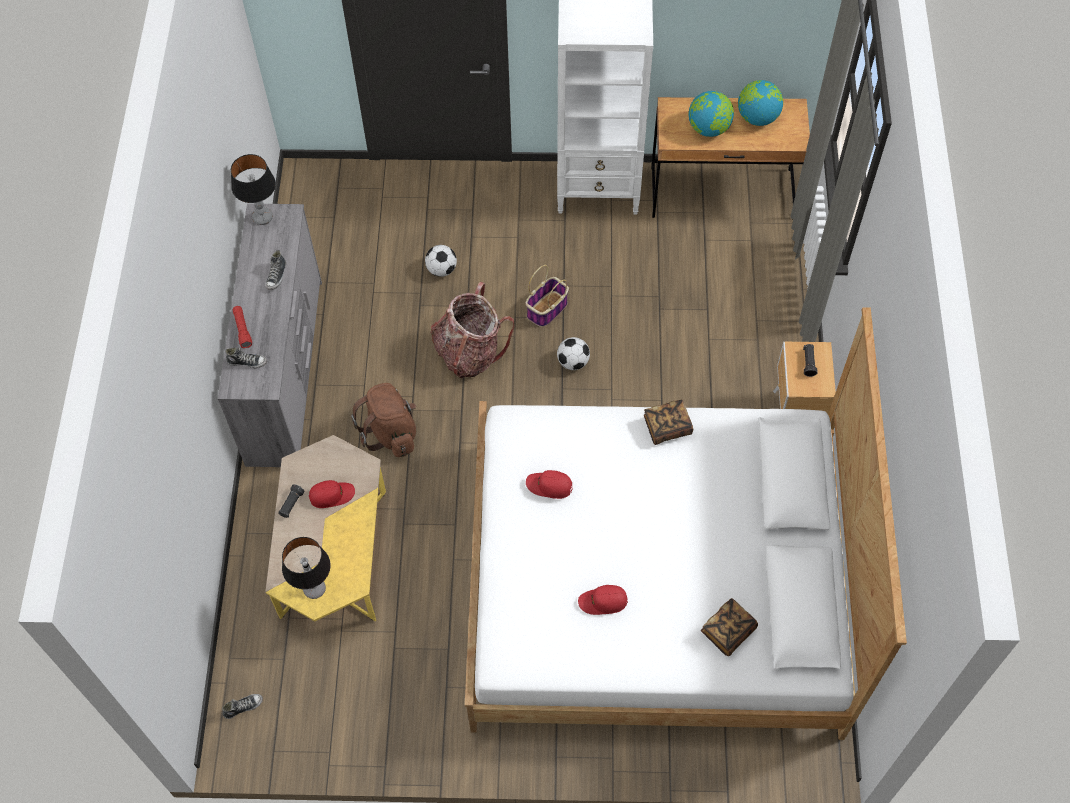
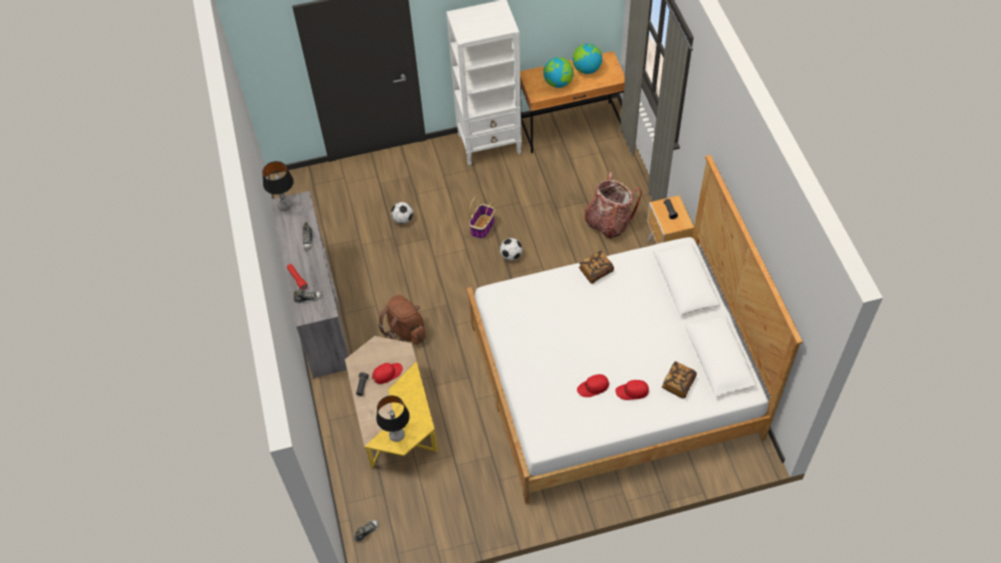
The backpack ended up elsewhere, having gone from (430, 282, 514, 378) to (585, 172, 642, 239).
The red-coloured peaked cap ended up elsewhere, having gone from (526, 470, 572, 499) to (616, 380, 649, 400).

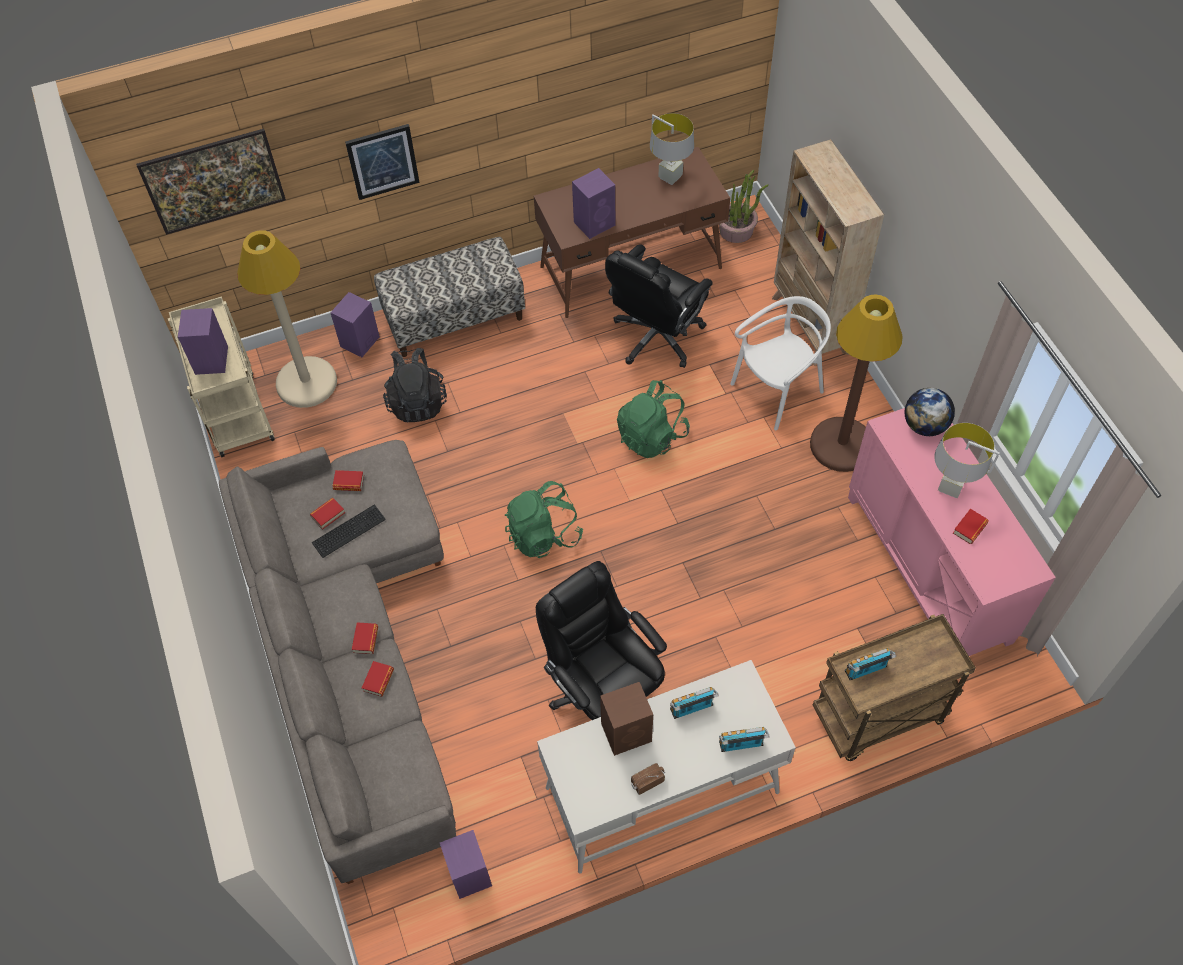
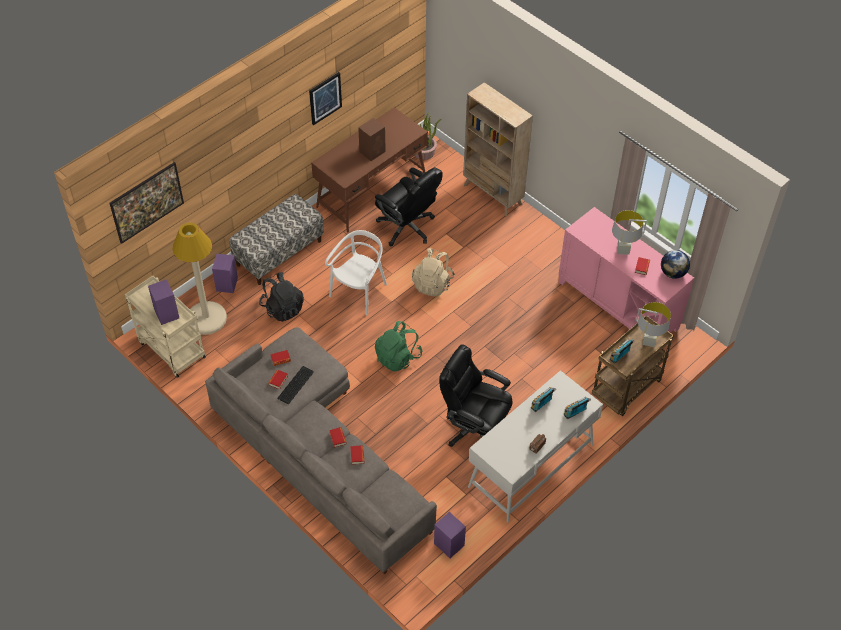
The second view lost the purple-coloured speaker at (572, 168, 615, 239).
The second view lost the brown-coloured floor lamp at (810, 294, 903, 472).
The wall art ended up elsewhere, having gone from (345, 124, 420, 200) to (309, 72, 342, 125).
The brown-coloured speaker ended up elsewhere, having gone from (600, 682, 653, 756) to (358, 118, 386, 161).
The greyish table lamp ended up elsewhere, having gone from (650, 113, 694, 185) to (636, 302, 671, 347).
The white-coloured upright chair ended up elsewhere, having gone from (730, 296, 831, 430) to (325, 230, 387, 316).
The globe ended up elsewhere, having gone from (905, 388, 955, 436) to (661, 250, 690, 279).
What was the green backpack at (617, 380, 690, 458) turned into the beige-coloured backpack at (412, 248, 455, 297).
The blackish computer chair at (605, 244, 713, 368) ended up facing another way, 60 degrees counterclockwise from before.

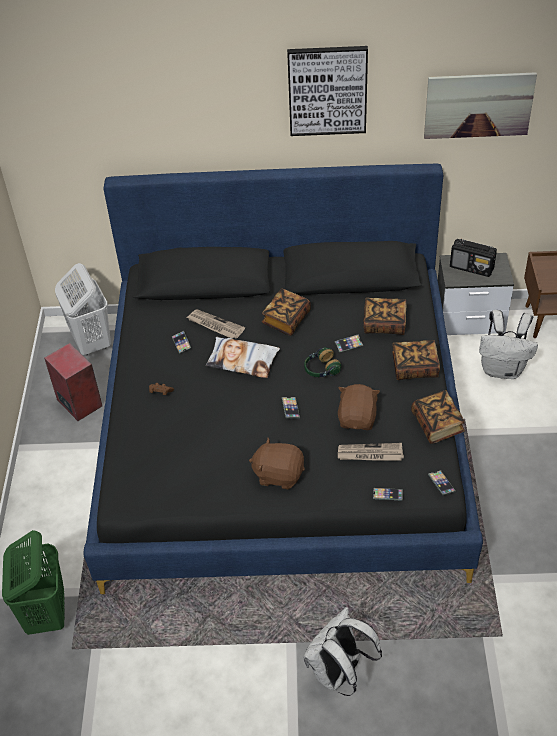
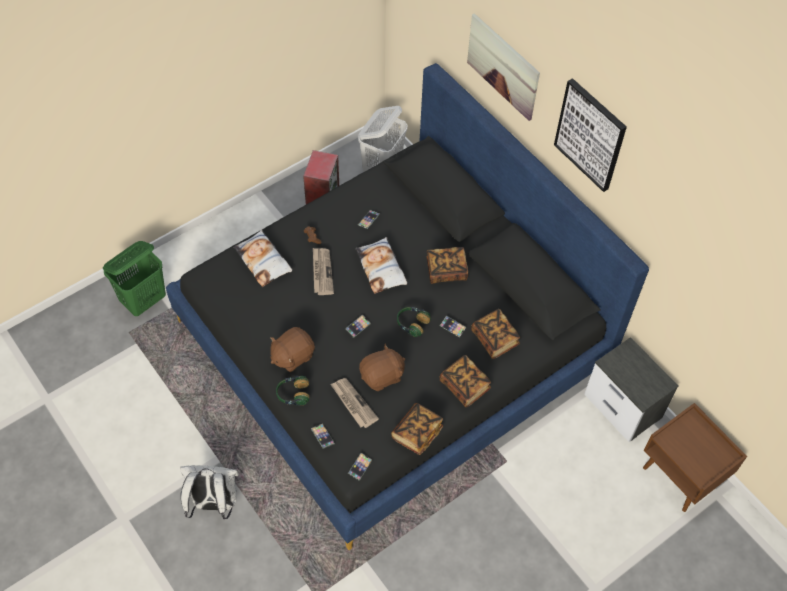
The second view lost the radio at (450, 239, 497, 277).
The second view lost the white-coloured backpack at (479, 310, 538, 379).
The second view gained the throw pillow at (234, 230, 292, 287).
The second view gained the headphones at (276, 376, 309, 406).
The printed paper ended up elsewhere, having gone from (187, 309, 245, 339) to (313, 248, 334, 295).
The wall art ended up elsewhere, having gone from (424, 72, 537, 139) to (467, 13, 540, 121).
The brown-coloured plush toy at (249, 438, 305, 489) ended up facing another way, 105 degrees counterclockwise from before.

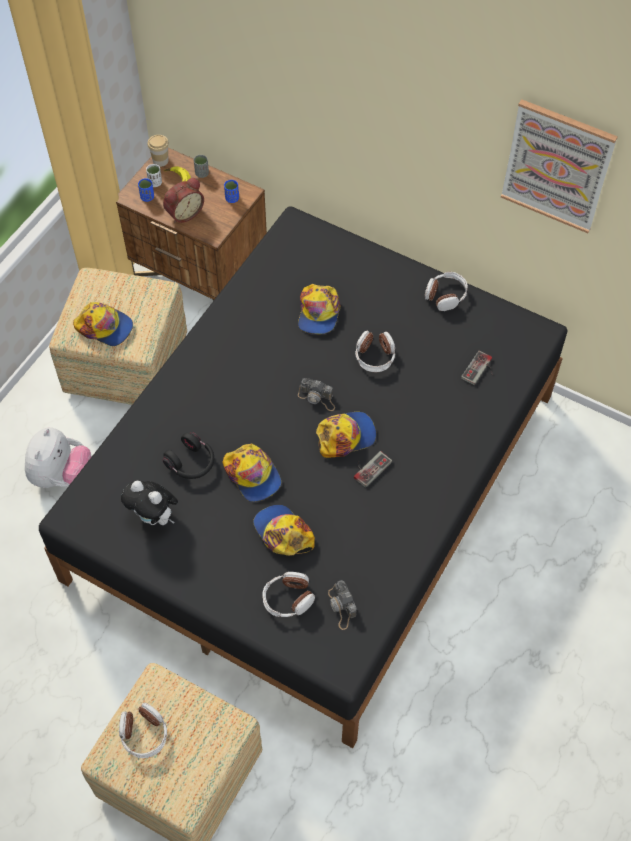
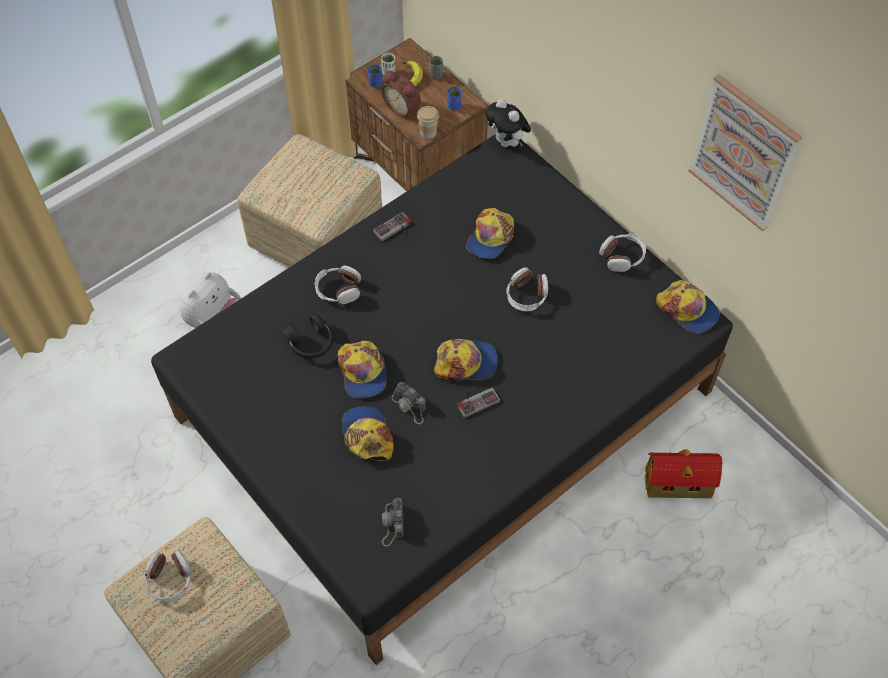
The second view gained the toy house at (645, 449, 723, 498).
The peaked cap ended up elsewhere, having gone from (73, 302, 133, 346) to (656, 280, 720, 334).
The plush toy ended up elsewhere, having gone from (121, 481, 178, 525) to (485, 99, 531, 147).
The small cup ended up elsewhere, having gone from (147, 135, 169, 167) to (417, 106, 439, 139).
The headphones ended up elsewhere, having gone from (262, 572, 315, 617) to (315, 266, 361, 304).
The photo camera ended up elsewhere, having gone from (298, 378, 335, 411) to (391, 382, 426, 424).
The game controller ended up elsewhere, having gone from (461, 350, 493, 385) to (373, 212, 411, 241).
The table clock at (163, 178, 204, 223) ended up facing another way, 60 degrees clockwise from before.

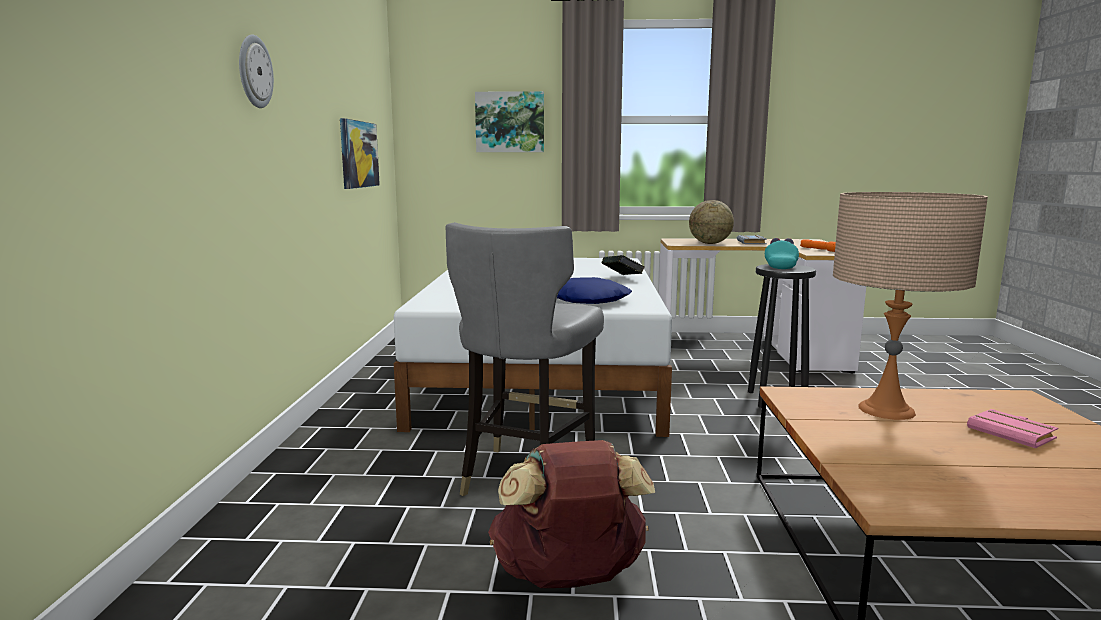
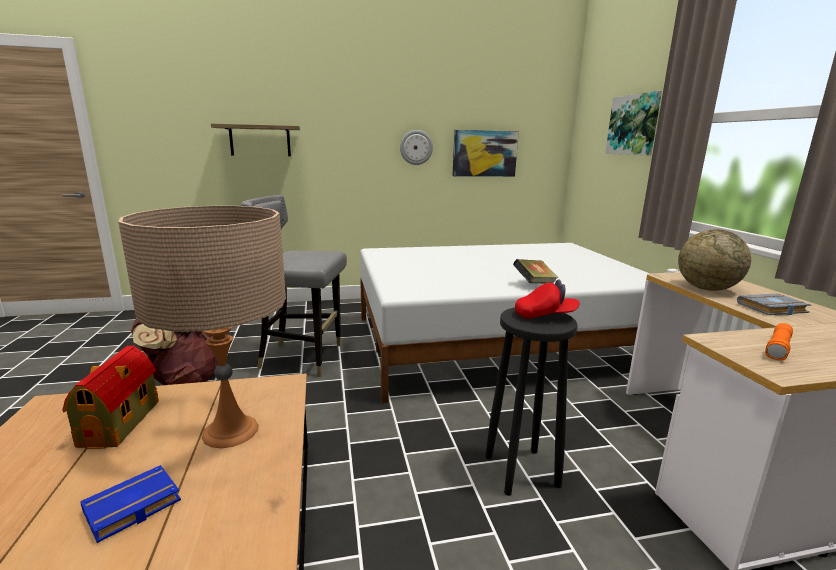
The second view lost the blue-coloured throw pillow at (557, 277, 632, 304).
The second view gained the toy house at (62, 346, 159, 449).
The second view gained the wall shelf at (211, 123, 300, 156).
The clock on the wall ended up elsewhere, having gone from (239, 35, 274, 108) to (400, 130, 433, 165).
What was the turquoise peaked cap at (765, 238, 799, 269) turned into the red-coloured peaked cap at (515, 279, 580, 319).
What was the pinkish volume at (967, 409, 1058, 448) turned into the blue-coloured volume at (80, 465, 181, 543).

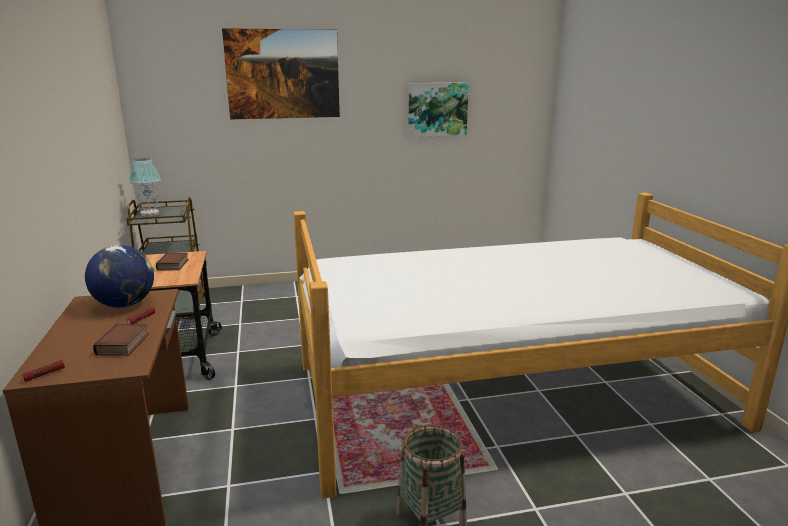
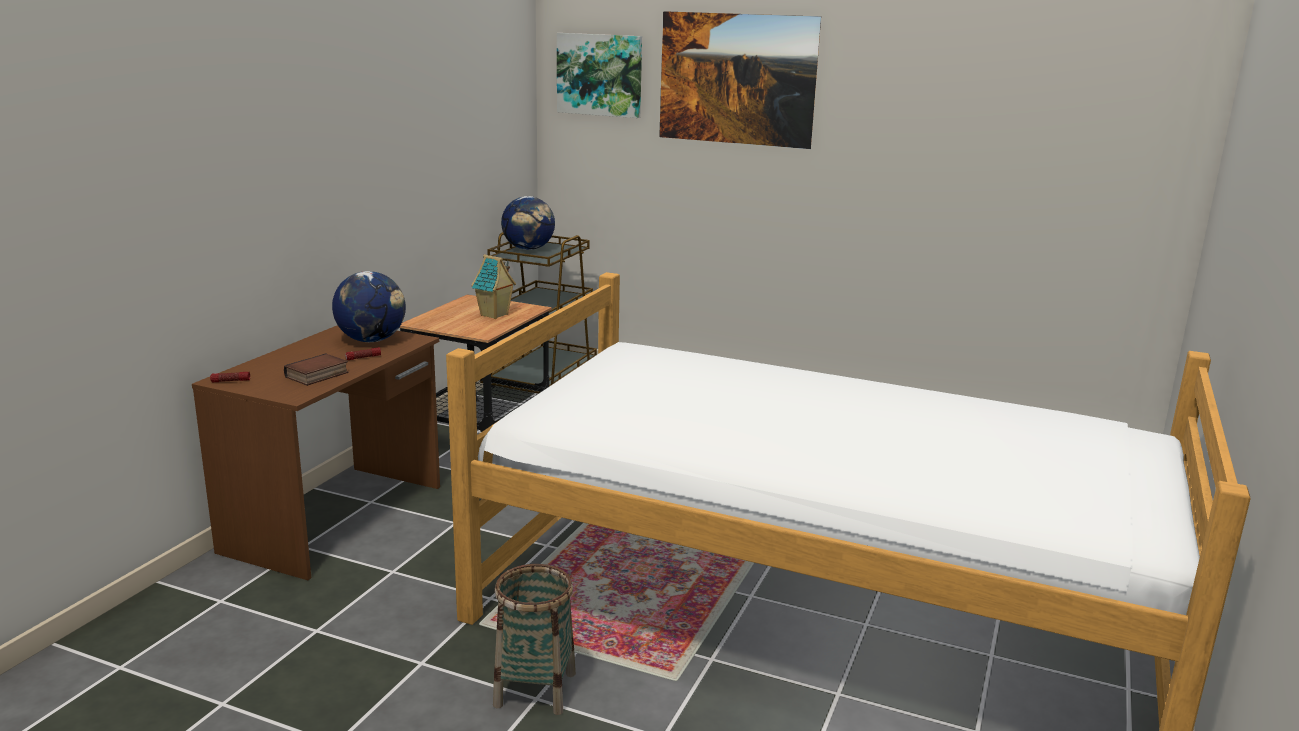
The wall art ended up elsewhere, having gone from (408, 83, 469, 137) to (557, 33, 642, 118).
Where the table lamp stood at (129, 158, 161, 216), the globe came to stand at (501, 196, 555, 250).
Where the volume stood at (156, 253, 189, 271), the toy house came to stand at (471, 254, 516, 319).

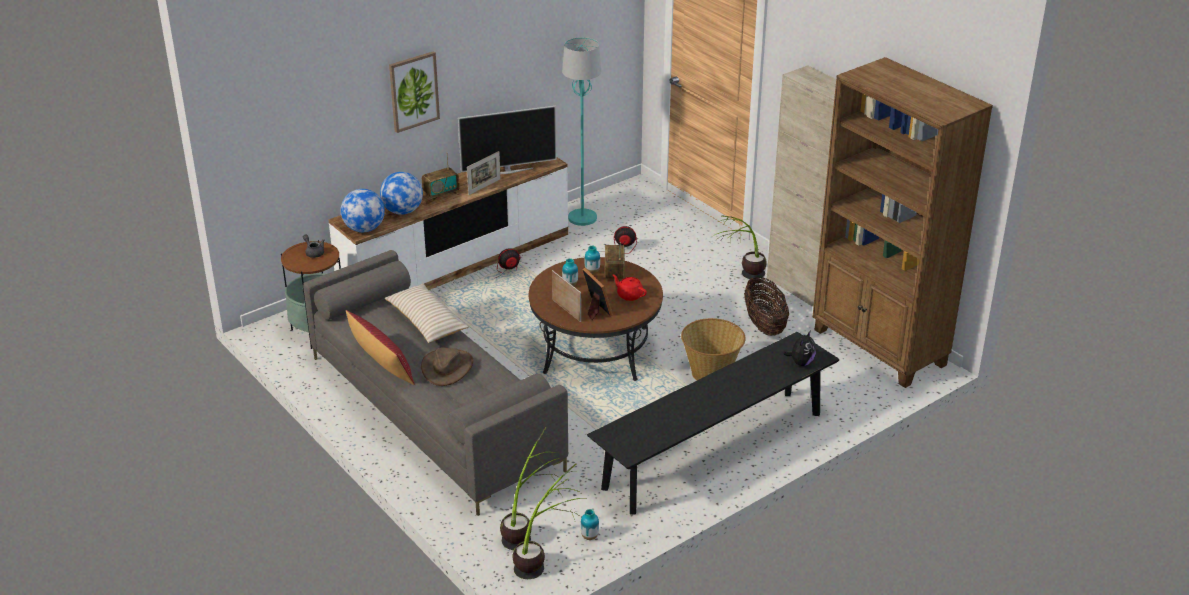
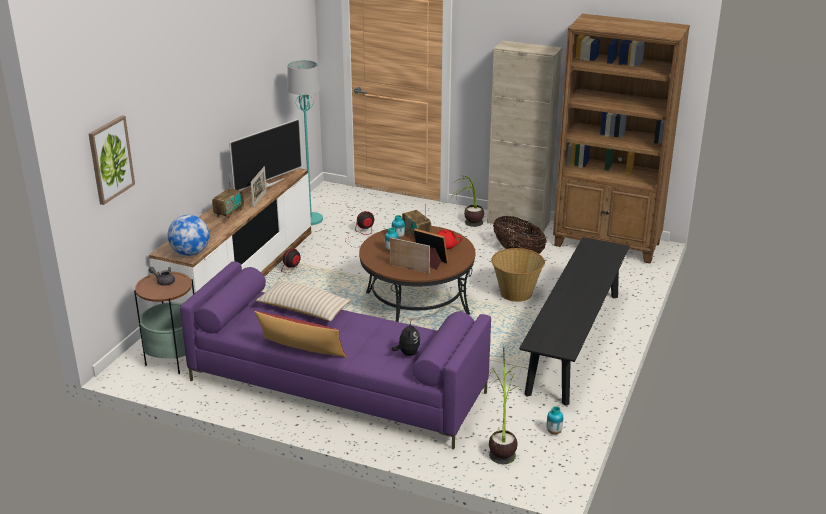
The second view lost the globe at (380, 172, 423, 215).
The second view lost the brown-coloured hat at (421, 347, 473, 386).
The second view lost the plant in a pot at (512, 463, 587, 579).
The wall art ended up elsewhere, having gone from (389, 51, 440, 133) to (89, 115, 135, 205).
The plush toy ended up elsewhere, having gone from (783, 330, 816, 366) to (392, 321, 421, 356).
What was the greyish settee at (303, 250, 568, 516) turned into the purple-coloured settee at (180, 261, 491, 449).

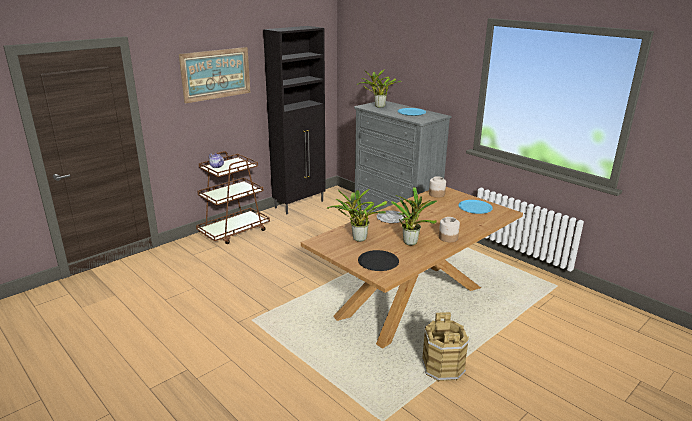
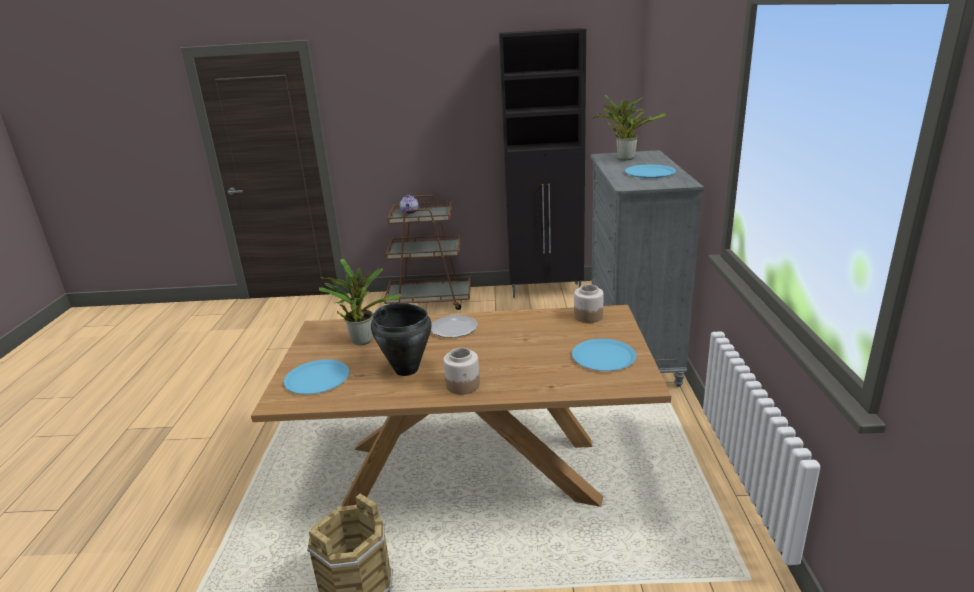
The second view lost the wall art at (179, 47, 250, 104).
Where the plant in a pot stood at (391, 187, 437, 246), the blackish saucepot came to stand at (371, 303, 432, 376).
What was the blackish flat dish at (358, 250, 399, 271) turned into the blue-coloured flat dish at (284, 360, 350, 394).

